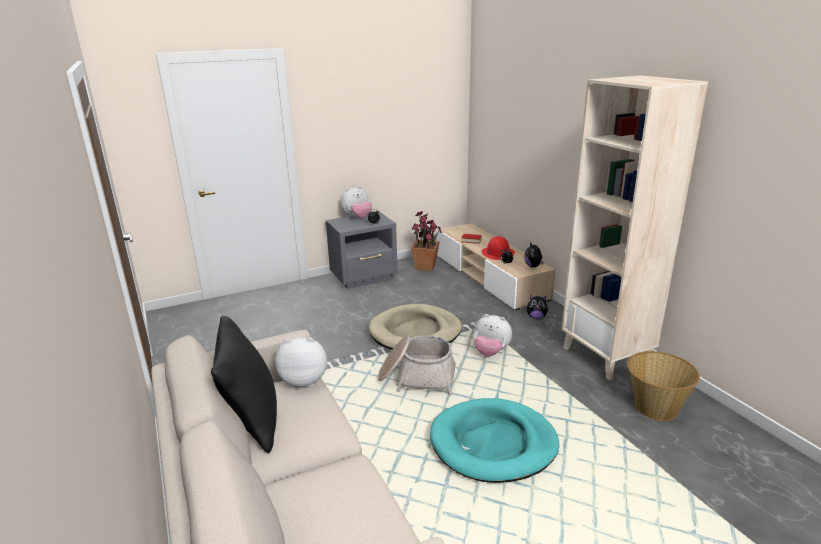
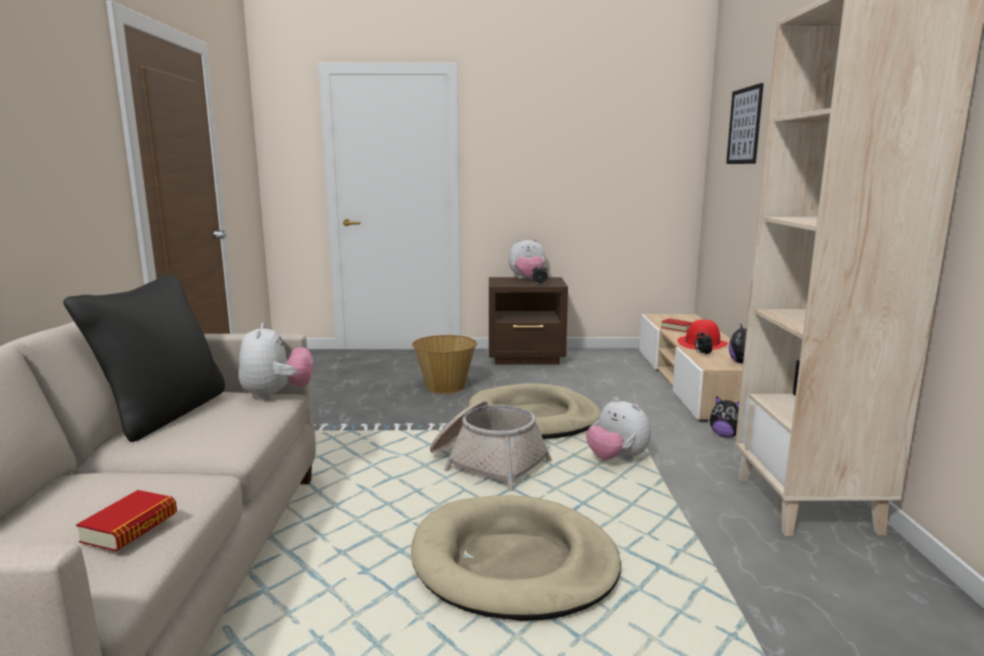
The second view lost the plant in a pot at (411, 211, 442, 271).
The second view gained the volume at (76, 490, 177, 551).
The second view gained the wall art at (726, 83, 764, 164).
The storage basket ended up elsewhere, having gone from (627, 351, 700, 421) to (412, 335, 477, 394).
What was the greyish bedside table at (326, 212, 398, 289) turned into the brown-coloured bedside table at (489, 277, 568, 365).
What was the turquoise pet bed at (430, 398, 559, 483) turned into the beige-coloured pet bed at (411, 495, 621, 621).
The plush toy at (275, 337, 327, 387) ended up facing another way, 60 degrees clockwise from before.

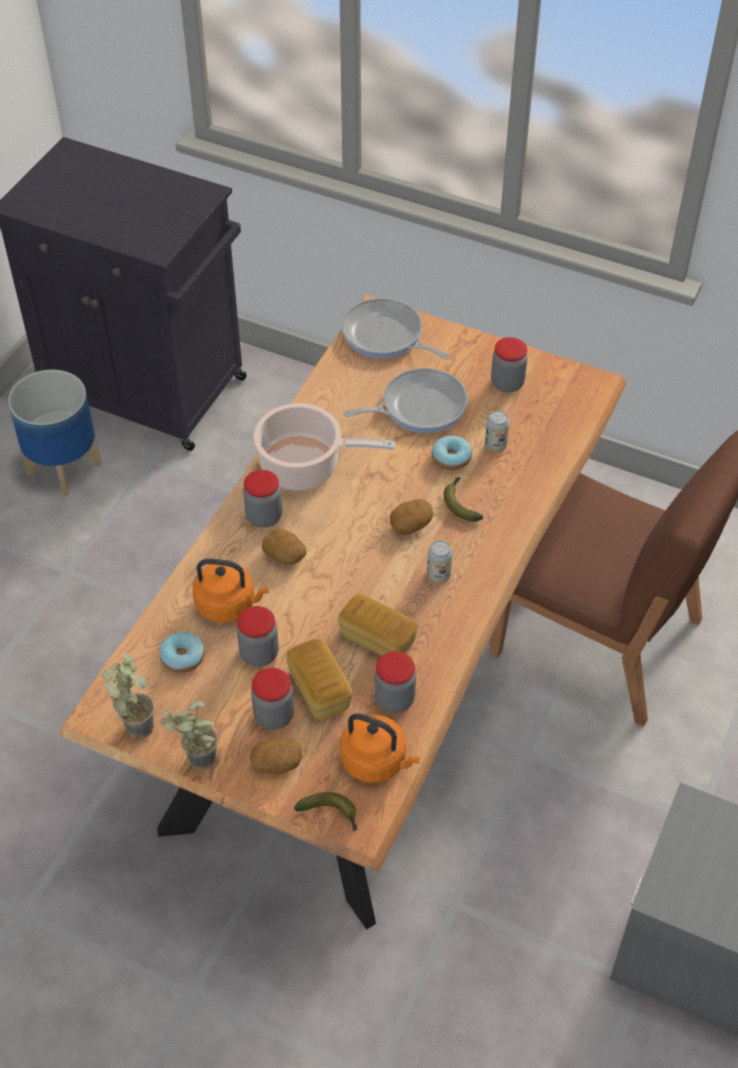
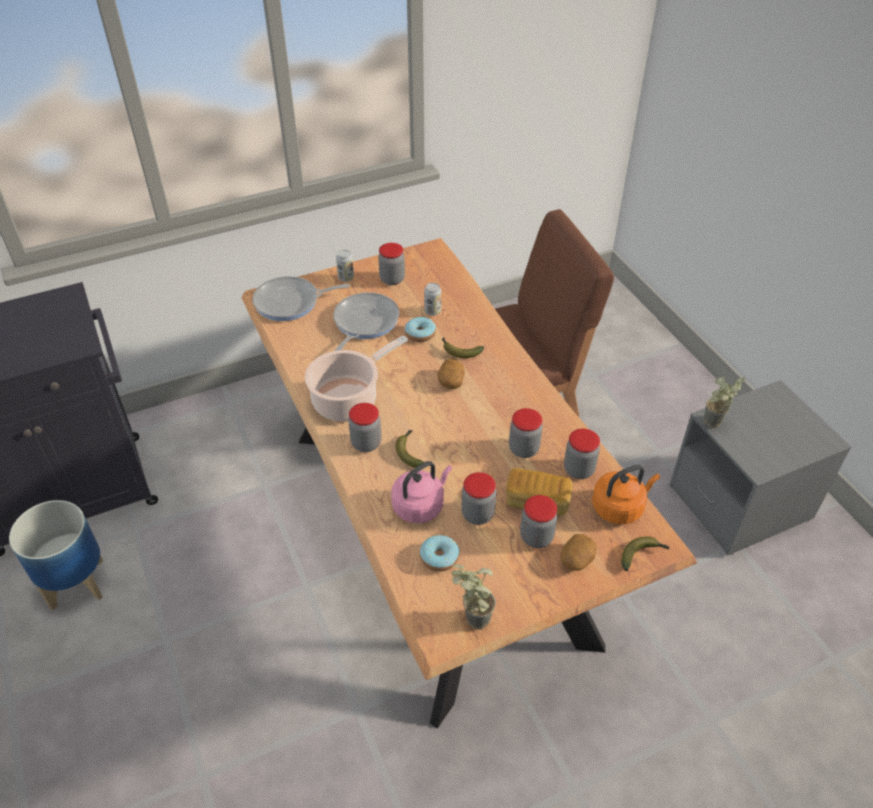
The plant in a pot ended up elsewhere, having gone from (159, 701, 218, 770) to (704, 376, 746, 428).
The metal can ended up elsewhere, having gone from (427, 540, 453, 583) to (336, 250, 354, 282).
Where the potato stood at (262, 529, 306, 565), the banana fruit came to stand at (395, 430, 424, 468).
Where the bakery bread stood at (338, 594, 418, 656), the storage jar came to stand at (509, 408, 543, 458).
What was the orangey kettle at (193, 559, 269, 623) turned into the pinkish kettle at (391, 461, 452, 523).

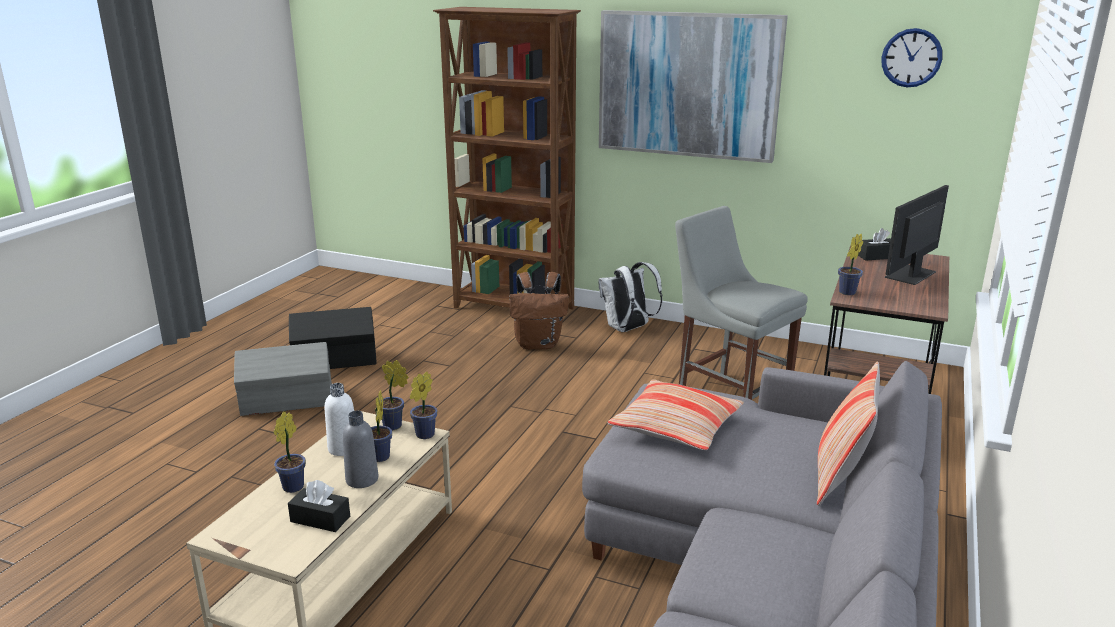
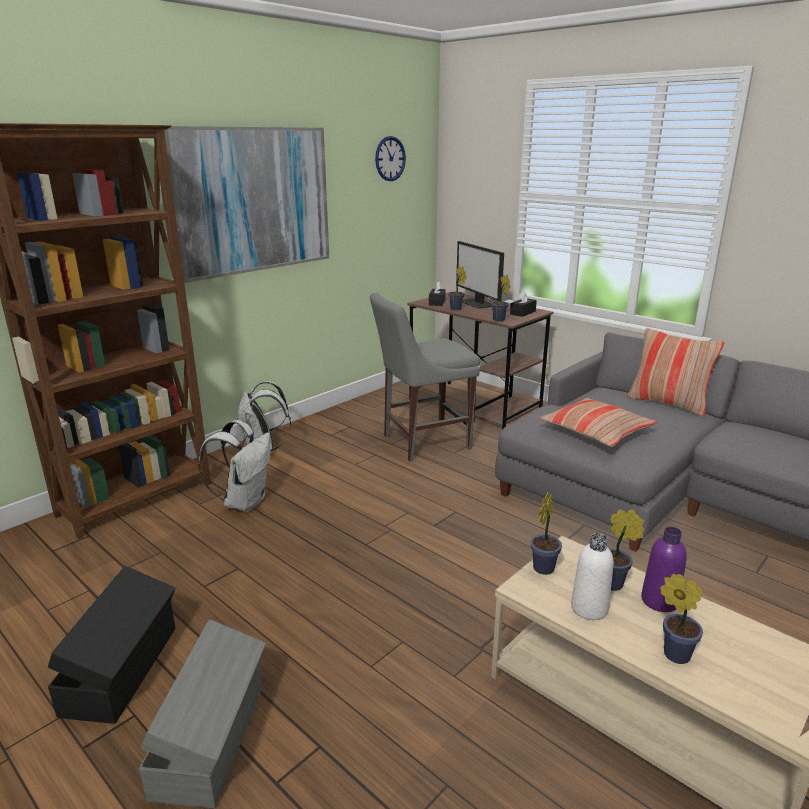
The blackish tissue holder ended up elsewhere, having gone from (288, 480, 350, 532) to (510, 290, 537, 317).
The plant in a pot ended up elsewhere, having gone from (410, 372, 438, 439) to (448, 266, 466, 310).
What was the greyish bottle at (343, 411, 379, 488) turned into the purple-coloured bottle at (641, 527, 687, 612).
What was the brown-coloured backpack at (509, 272, 569, 350) turned into the white-coloured backpack at (199, 420, 270, 512).

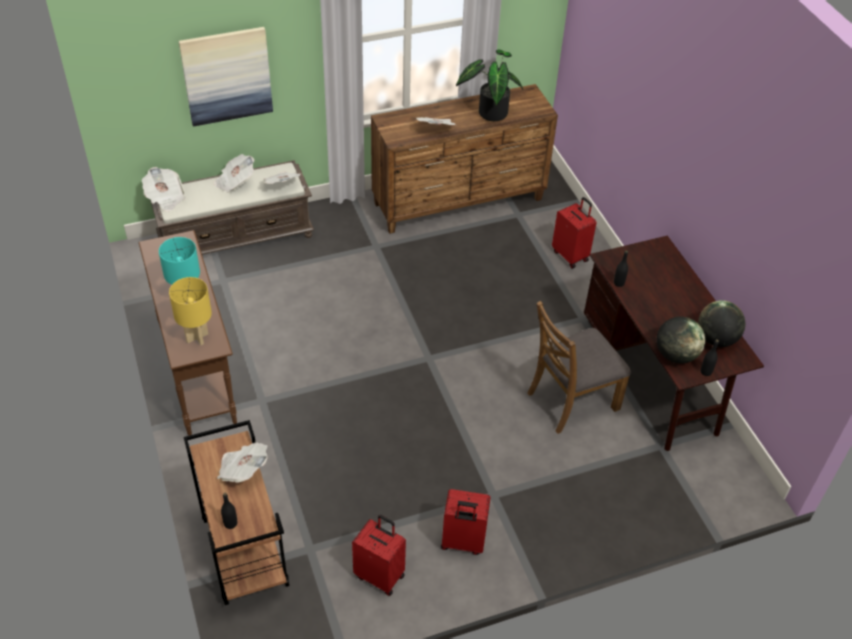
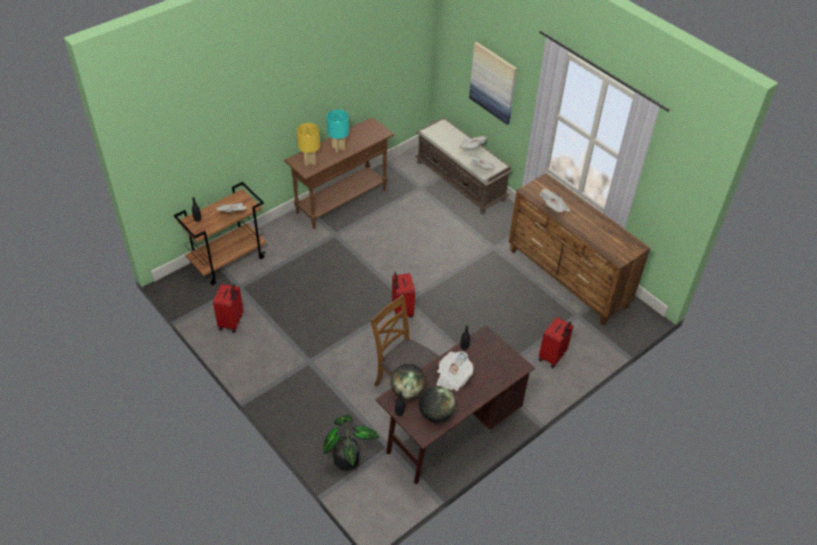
The printed paper ended up elsewhere, having gone from (142, 167, 186, 212) to (437, 351, 473, 391).
The red-coloured piece of luggage ended up elsewhere, having gone from (441, 489, 491, 555) to (392, 272, 415, 318).
The plant in a pot ended up elsewhere, having gone from (456, 50, 523, 121) to (324, 415, 379, 471).

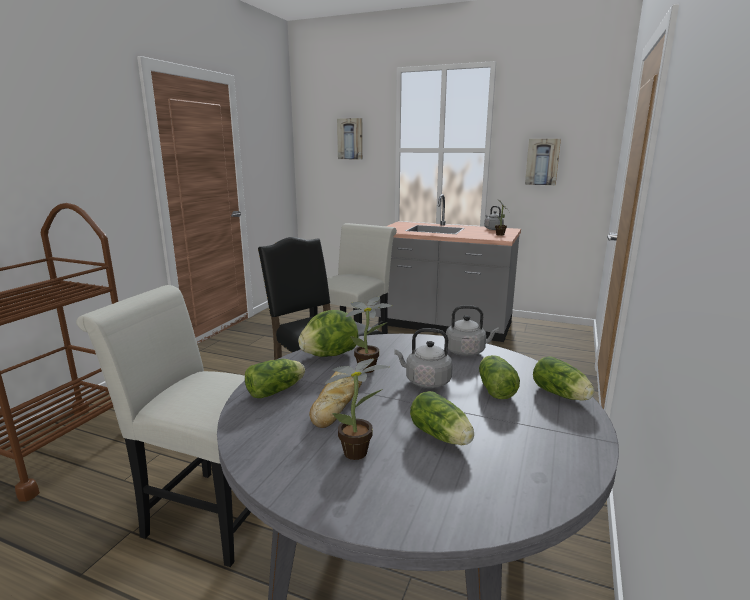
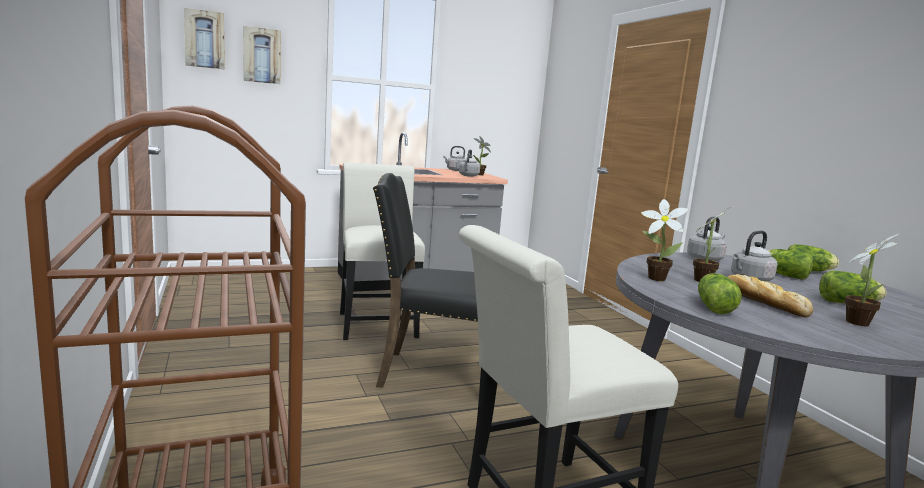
The second view gained the greyish kettle at (459, 149, 480, 177).
The wall art ended up elsewhere, having gone from (525, 139, 561, 185) to (184, 8, 225, 69).
Where the lettuce stood at (298, 310, 359, 357), the plant in a pot came to stand at (641, 199, 688, 281).

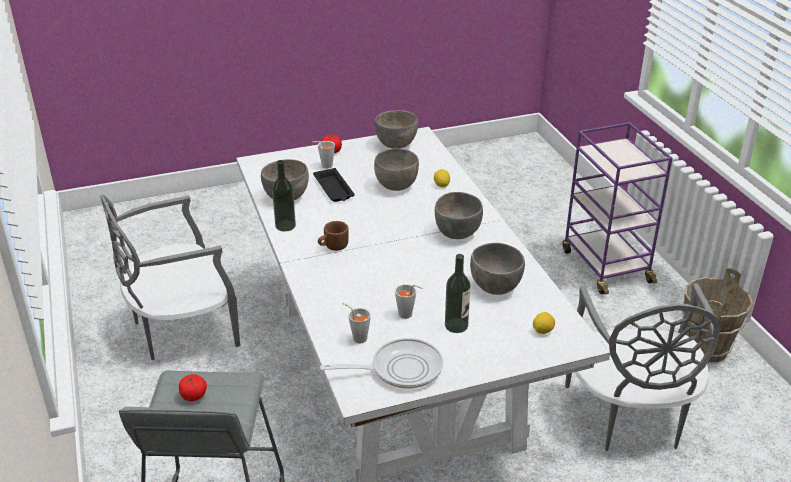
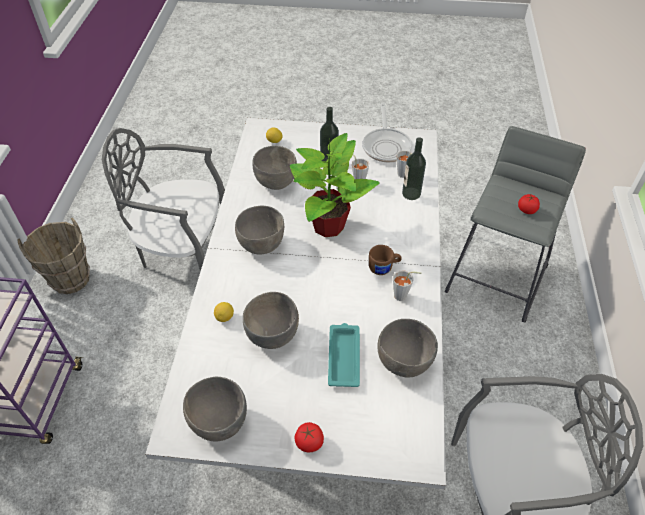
The second view gained the plant in a pot at (290, 133, 380, 237).
The bottle ended up elsewhere, having gone from (272, 160, 296, 231) to (402, 137, 426, 200).
The greyish small cup ended up elsewhere, having gone from (313, 141, 335, 169) to (393, 270, 421, 301).
What was the blackish tray at (313, 168, 355, 202) turned into the turquoise tray at (328, 323, 360, 387).
The frying pan at (320, 338, 443, 389) ended up facing another way, 105 degrees counterclockwise from before.
The greyish upright chair at (565, 283, 721, 451) ended up facing another way, 105 degrees counterclockwise from before.

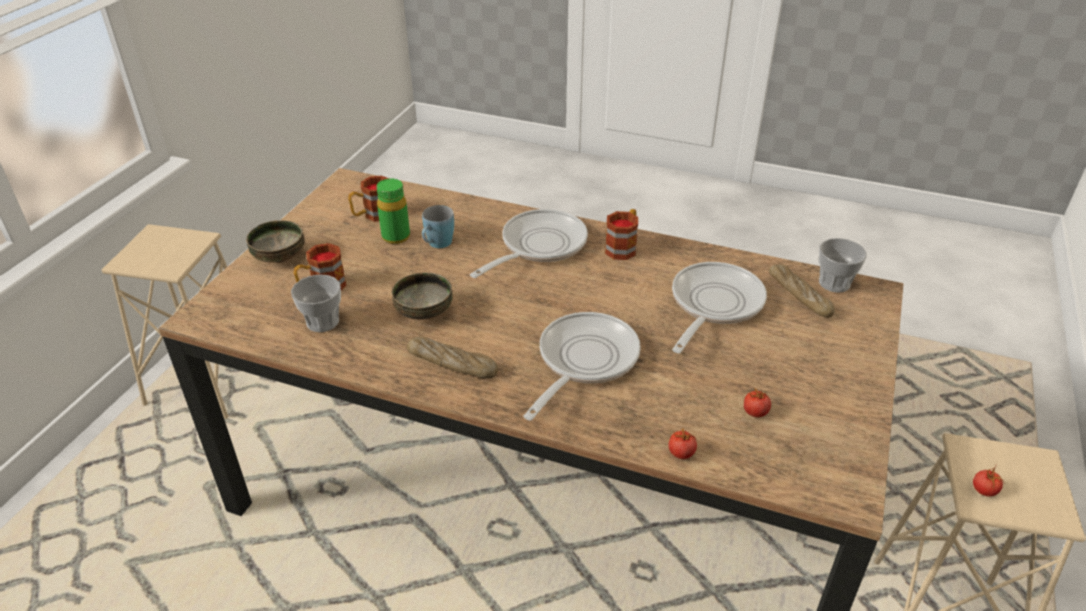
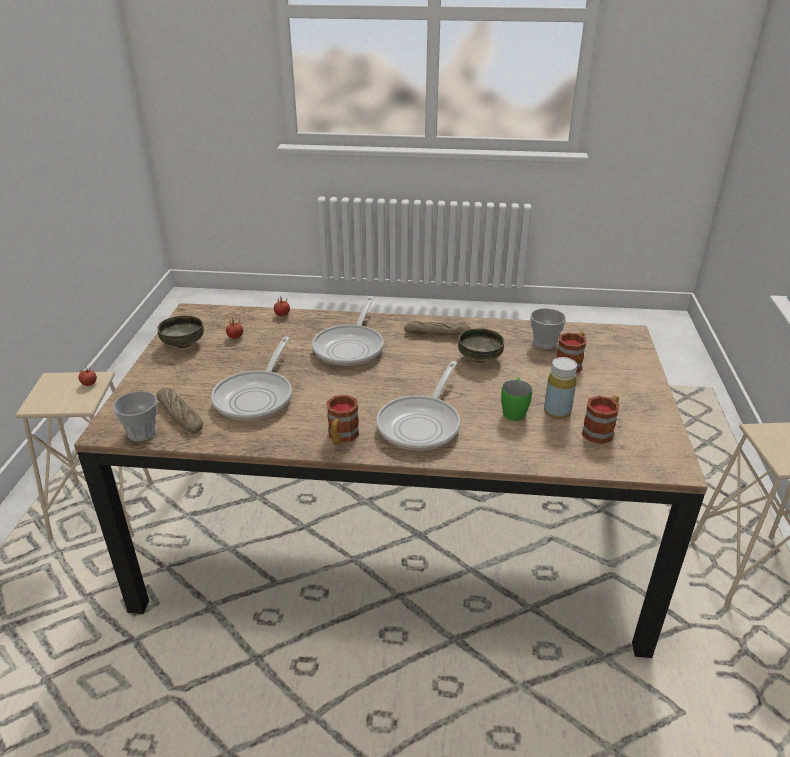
The deep dish ended up elsewhere, having gone from (246, 220, 305, 263) to (157, 315, 204, 348).
What was the green bottle at (376, 179, 410, 244) turned into the yellowish bottle at (544, 357, 577, 419).
What was the blue-coloured tea mug at (422, 205, 454, 248) turned into the green tea mug at (501, 378, 532, 421).

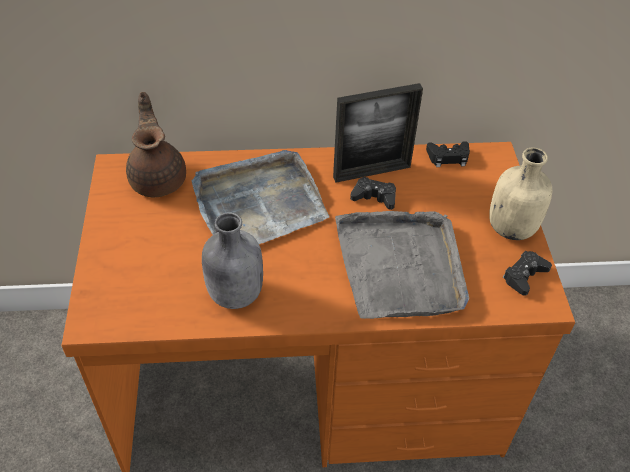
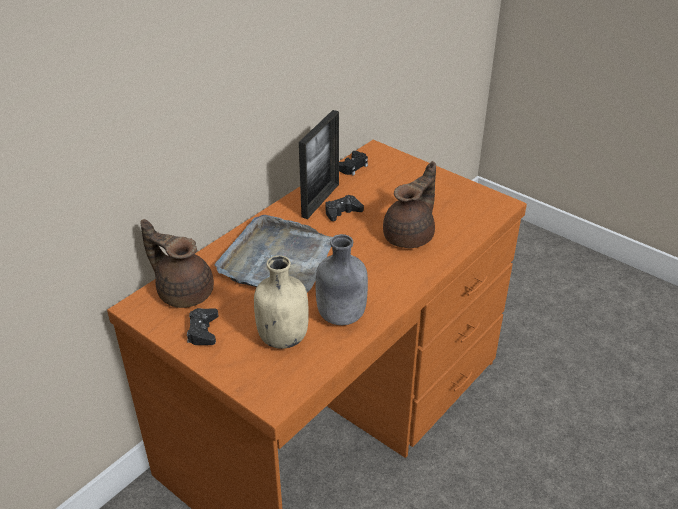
The beige-coloured bottle ended up elsewhere, having gone from (489, 148, 553, 240) to (254, 255, 309, 349).
The blackish game controller ended up elsewhere, having gone from (503, 251, 552, 296) to (187, 308, 218, 345).
Where the greyish tray stood at (335, 211, 469, 319), the brown-coloured tea pot came to stand at (383, 161, 436, 248).

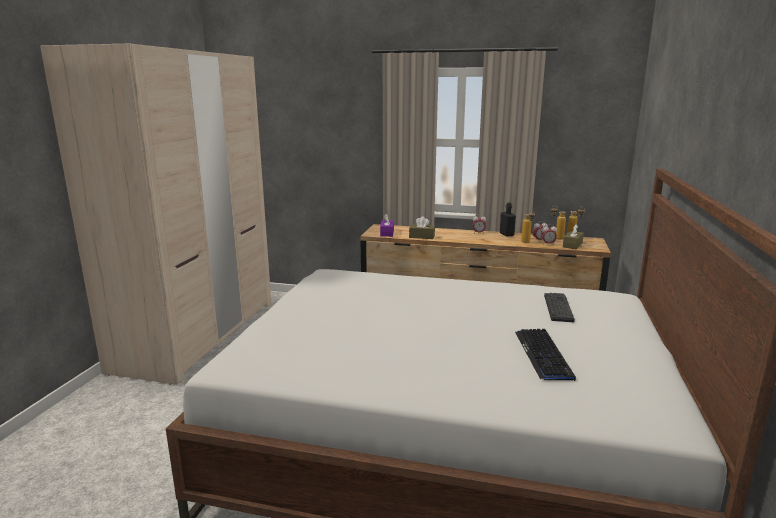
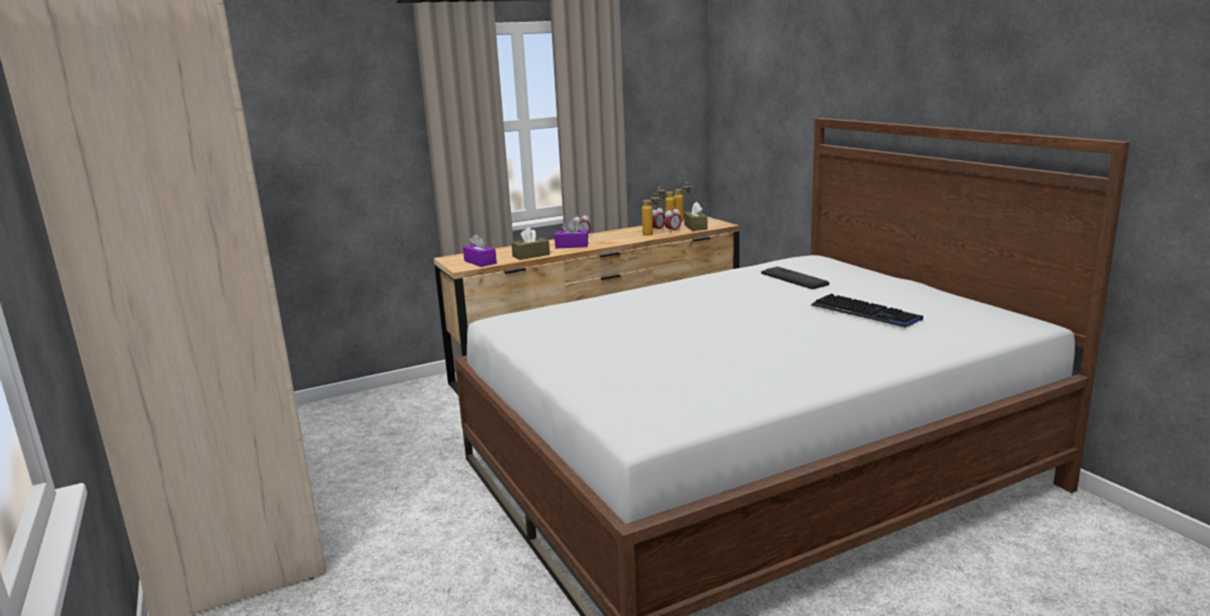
The second view lost the blackish bottle at (500, 202, 516, 236).
The second view gained the purple-coloured tissue holder at (554, 219, 588, 248).

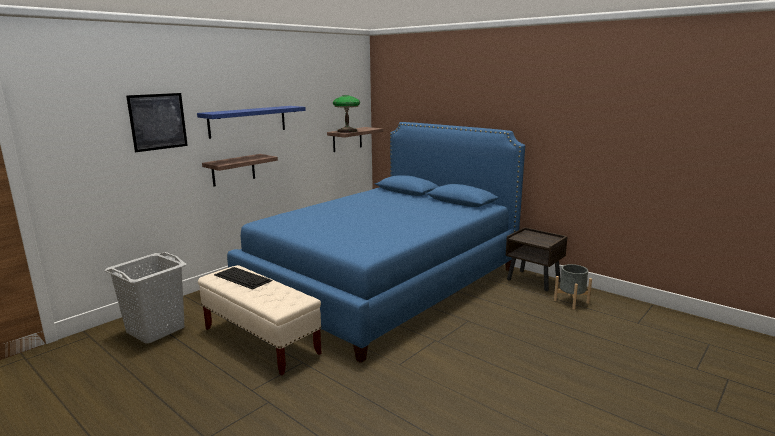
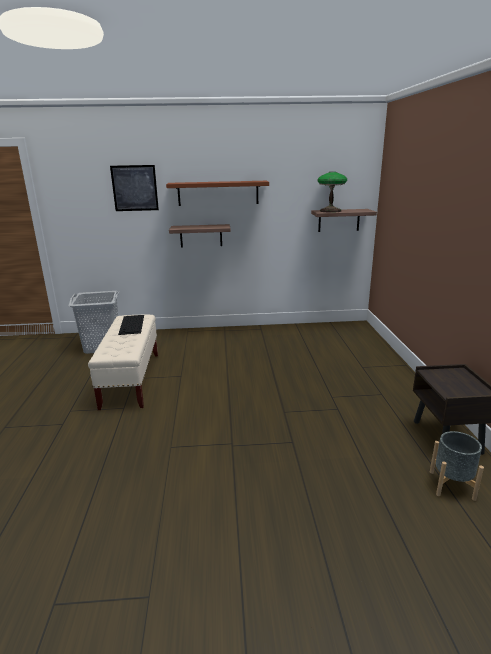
The second view lost the blue-coloured sleeping bed at (227, 122, 525, 363).
What was the blue-coloured wall shelf at (197, 106, 306, 139) turned into the brown-coloured wall shelf at (166, 181, 269, 206).

